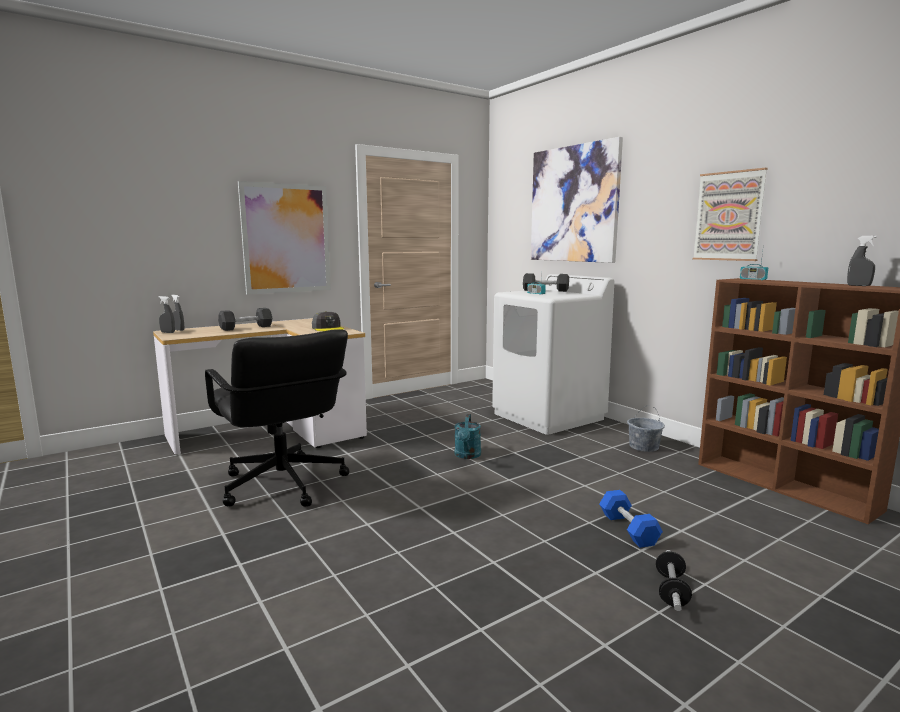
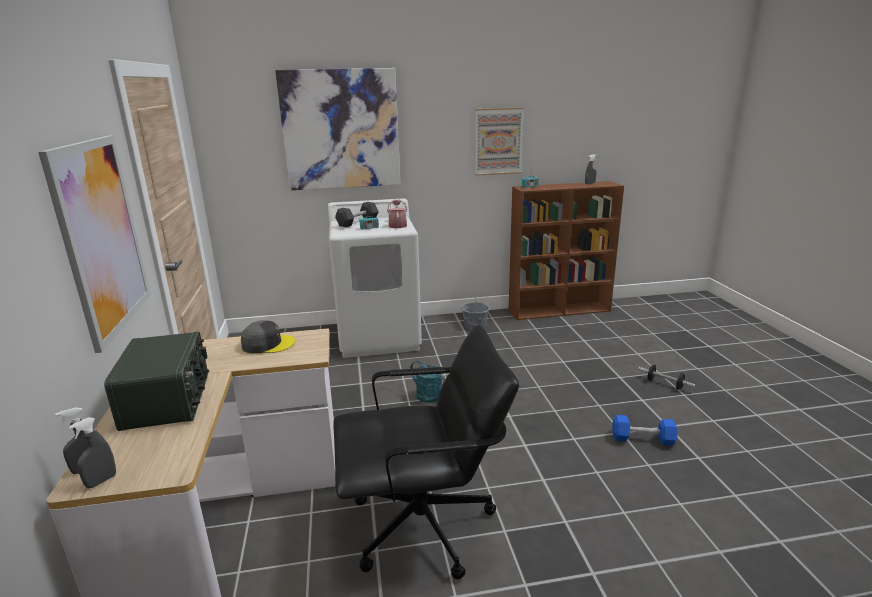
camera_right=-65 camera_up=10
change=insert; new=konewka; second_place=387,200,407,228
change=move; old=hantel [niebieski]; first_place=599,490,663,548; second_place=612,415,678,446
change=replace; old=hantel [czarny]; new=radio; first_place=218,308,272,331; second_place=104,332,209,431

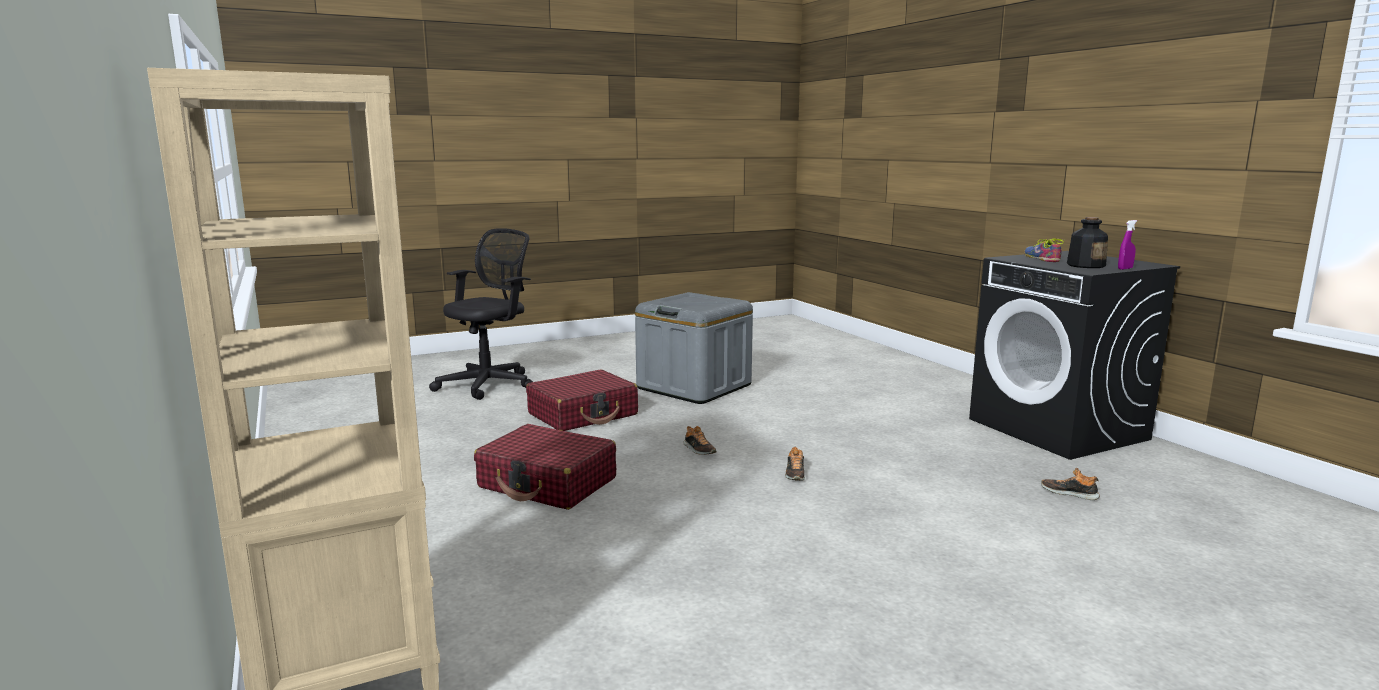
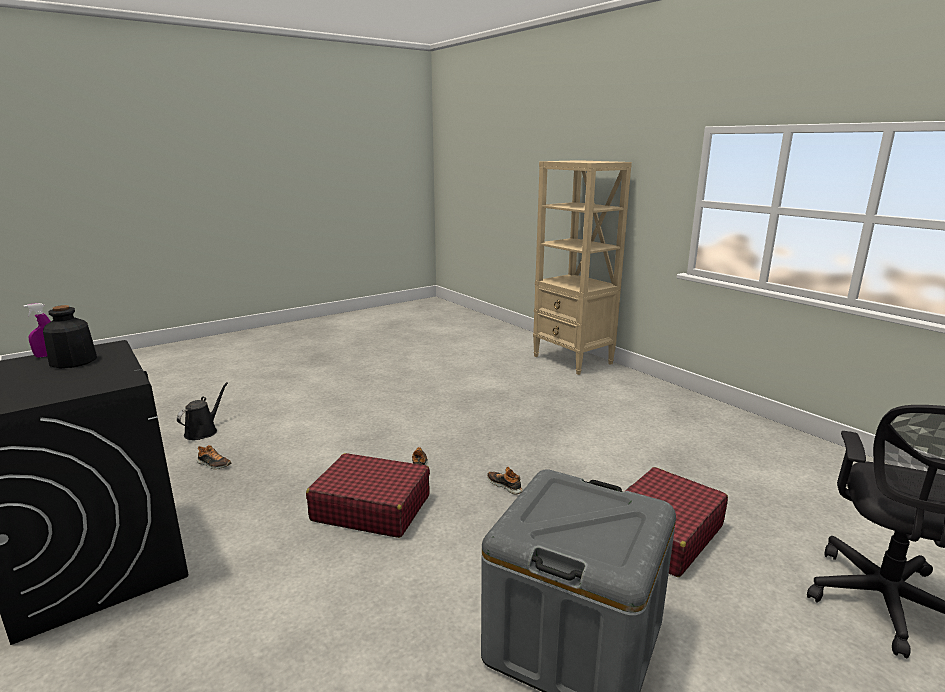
camera_right=170 camera_up=5
change=delete; old=but; first_place=1024,239,1064,262
change=insert; new=konewka [czarny]; second_place=177,382,228,440
change=move; old=walizka [czerwony]; first_place=474,424,616,510; second_place=306,453,430,538

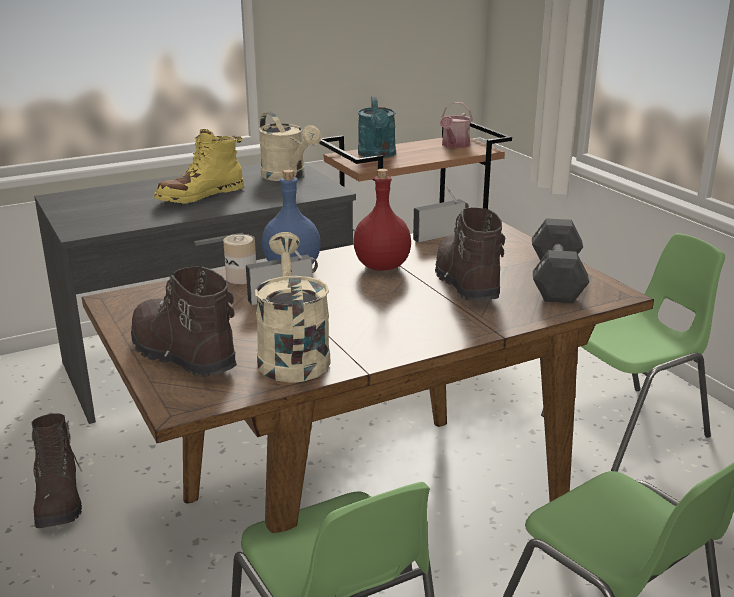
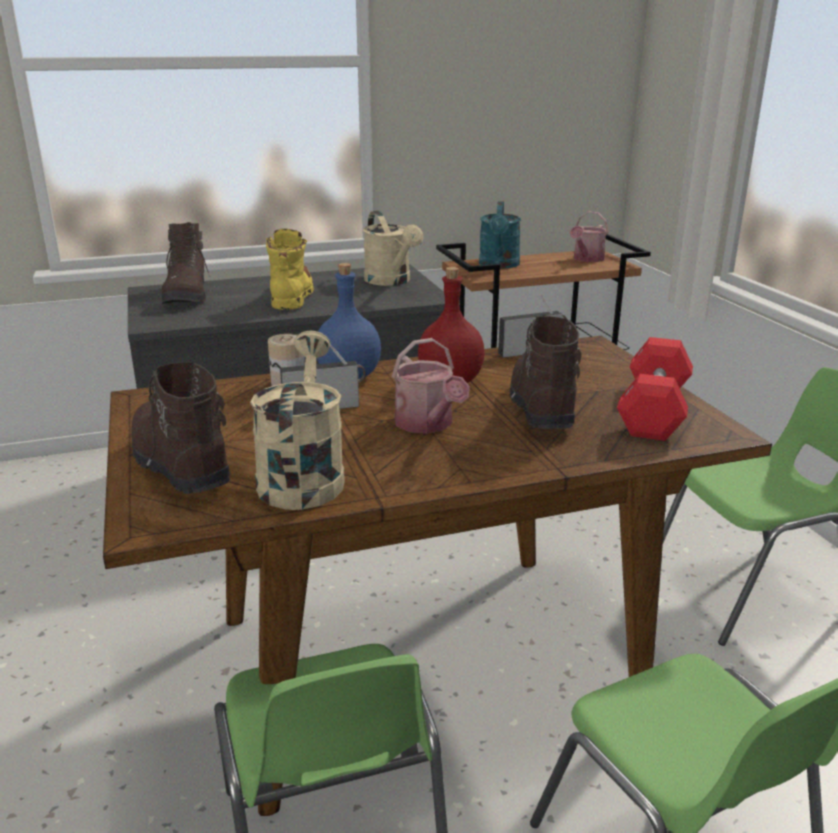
camera_right=10 camera_up=0
change=insert; new=konewka; second_place=392,338,470,434
change=move; old=but z cholewką [brązowy]; first_place=31,413,82,528; second_place=162,222,210,304
change=recolor; old=hantel [czarny]; new=hantel [czerwony]; first_place=532,218,589,303; second_place=617,337,693,441
change=rotate; old=but z cholewką [żółty]; first_place=154,129,244,204; second_place=266,229,314,310; degrees=120

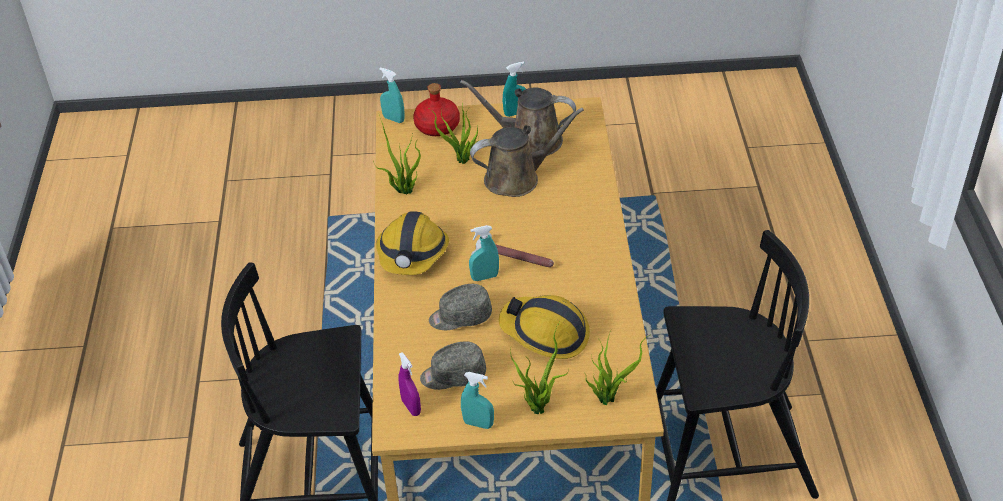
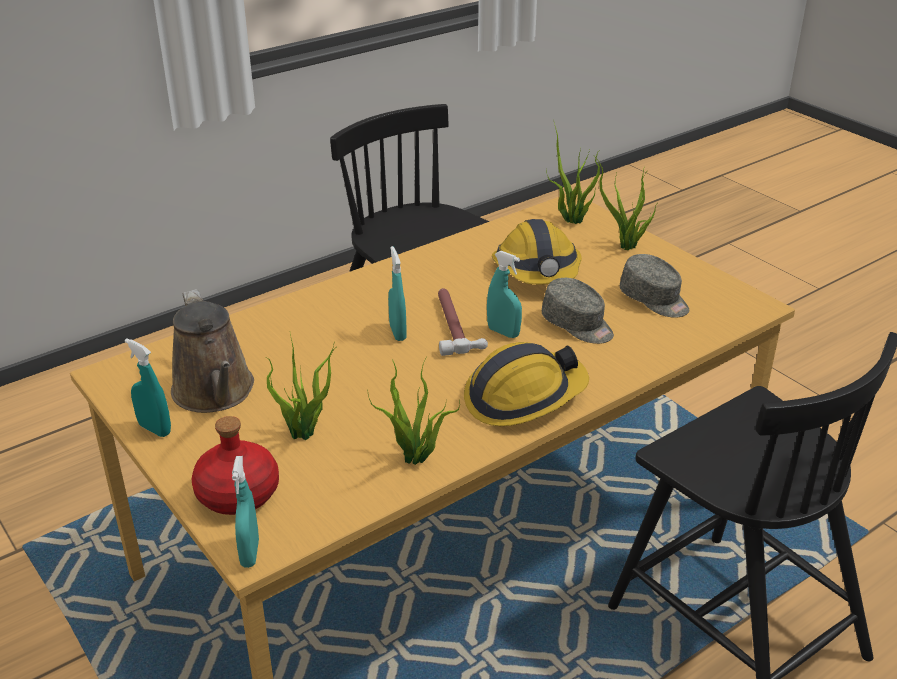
camera_right=-125 camera_up=-10
change=delete; old=spryskiwacz [fioletowy]; first_place=399,352,421,416
change=delete; old=konewka [brązowy]; first_place=470,108,584,197
change=move; old=spryskiwacz [turkusowy]; first_place=461,372,494,429; second_place=388,246,407,341

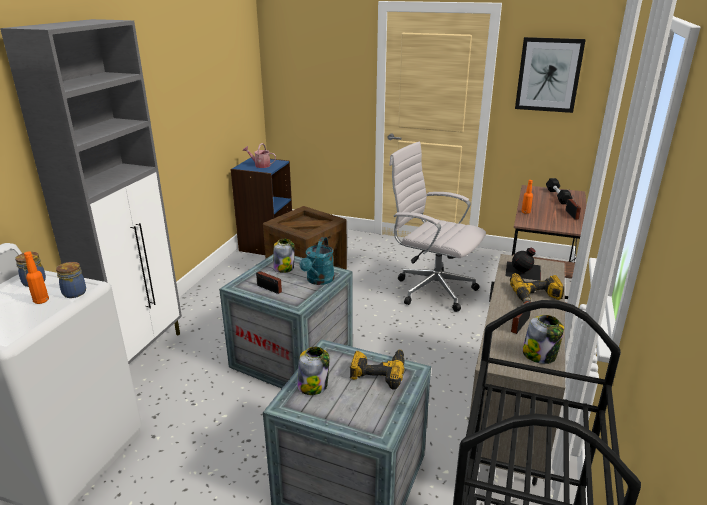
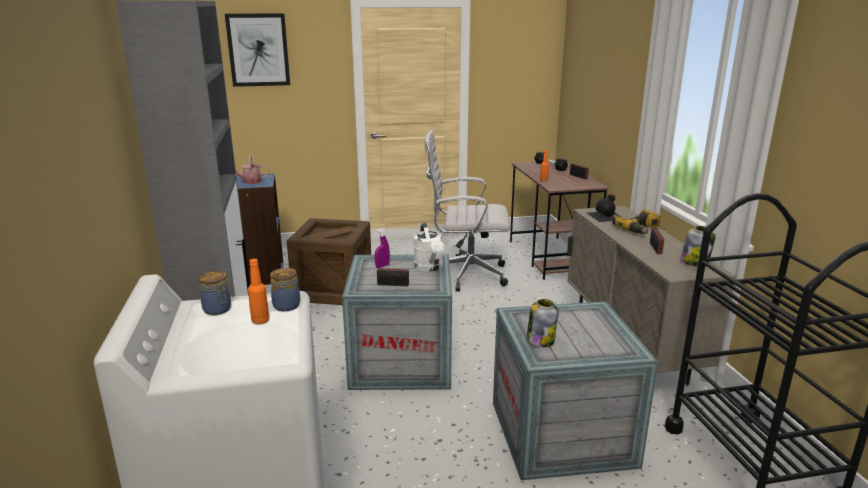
camera_right=-30 camera_up=-5
change=delete; old=wiertarka; first_place=350,349,405,390
change=move; old=obraz; first_place=515,37,586,113; second_place=225,13,290,87
change=replace; old=słoik; new=spryskiwacz [fioletowy]; first_place=273,239,295,273; second_place=375,228,390,268
change=recolor; old=konewka [turkusowy]; new=konewka [biały]; first_place=300,237,335,285; second_place=414,223,444,272

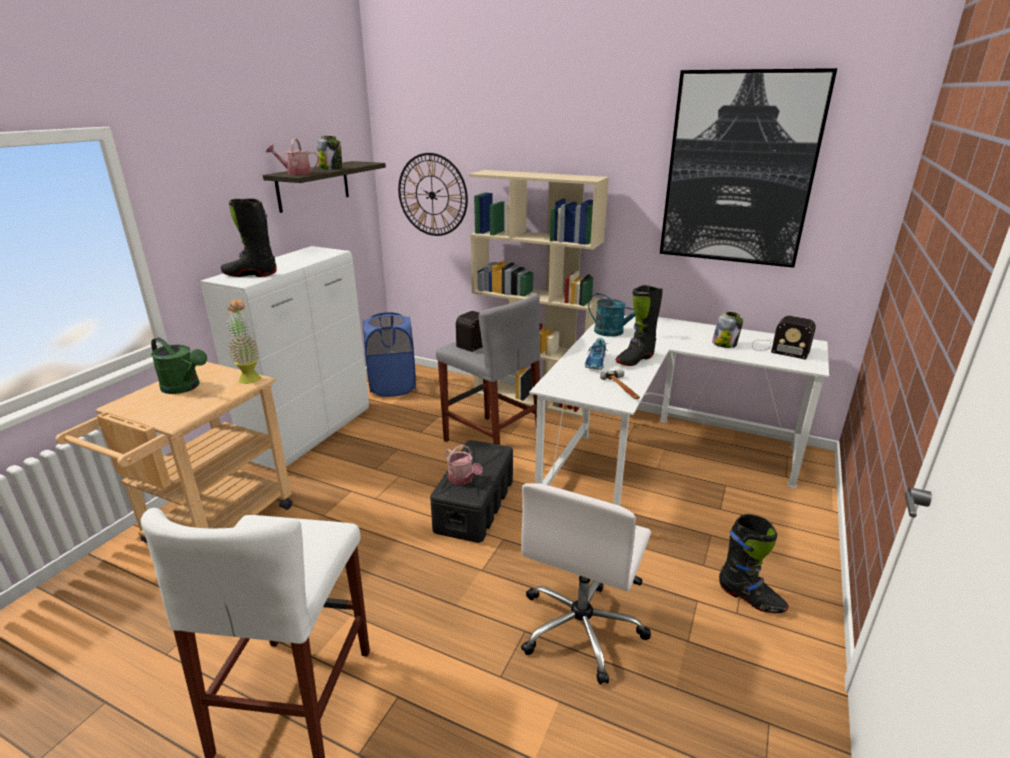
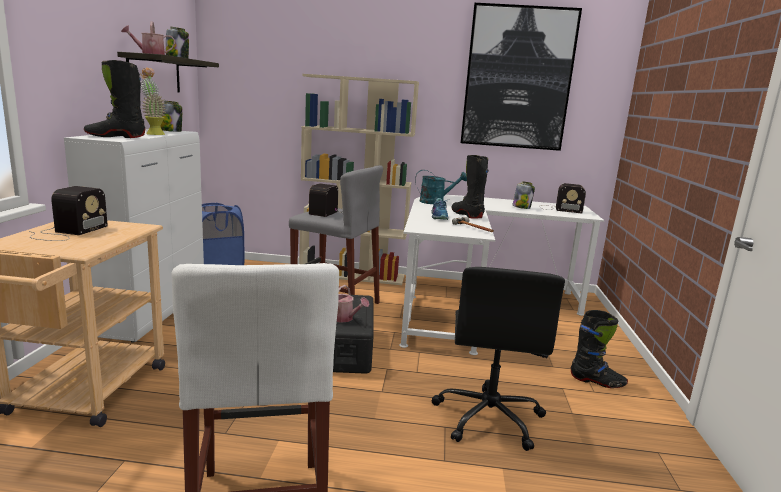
camera_right=-20 camera_up=-10
change=delete; old=zegar ścienny; first_place=398,153,468,236
change=insert; new=słoik; second_place=161,101,182,132
change=move; old=roślina doniczkowa; first_place=226,300,261,384; second_place=140,68,166,135
change=replace; old=konewka [zielony]; new=radio; first_place=151,337,207,394; second_place=29,186,108,241
change=recolor; old=krzesło biurowe [biały]; new=krzesło biurowe [czarny]; first_place=521,483,651,685; second_place=431,267,565,451
change=rotate; old=but z cholewką [czarny]; first_place=616,285,663,366; second_place=451,155,489,219; degrees=120

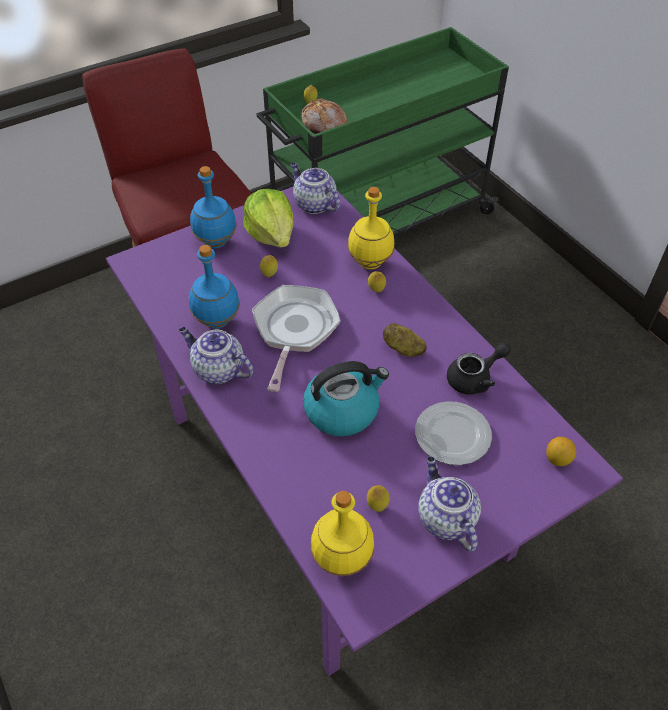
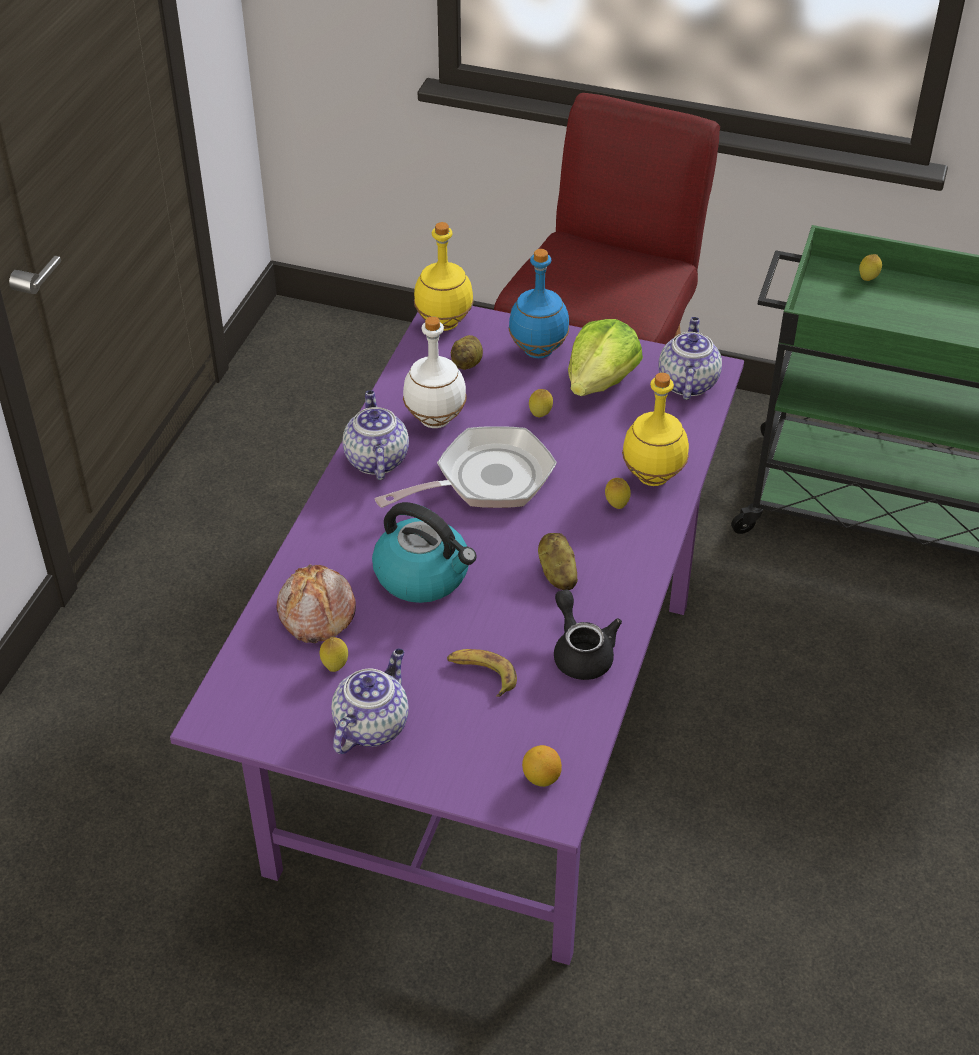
camera_right=50 camera_up=-5
change=insert; new=ziemniak; second_place=451,335,483,370
change=move; old=chleb; first_place=301,98,347,134; second_place=277,564,356,644
change=move; old=butelka [żółty]; first_place=311,491,374,576; second_place=414,222,474,331
change=replace; old=talerz; new=banan; first_place=415,401,492,465; second_place=447,649,517,697
change=recolor; old=butelka [niebieski]; new=butelka [biały]; first_place=189,245,240,329; second_place=403,316,467,428
change=rotate; old=imbryk [czarny]; first_place=447,343,511,395; second_place=554,590,622,680; degrees=-135

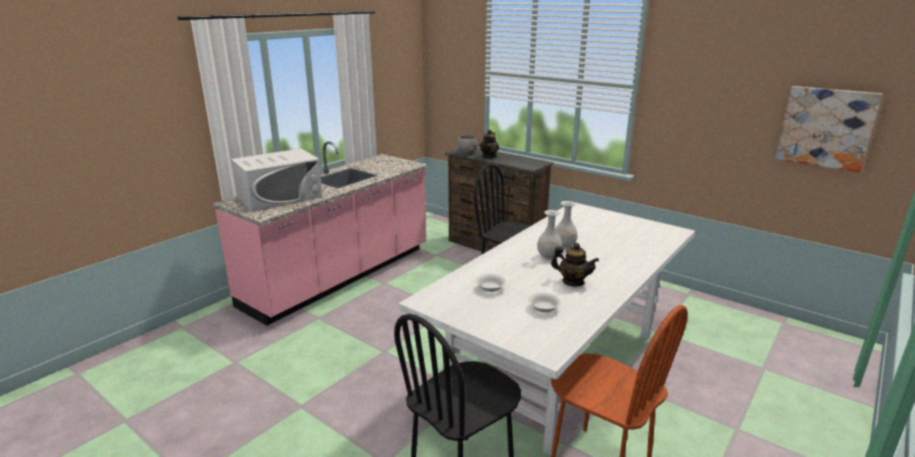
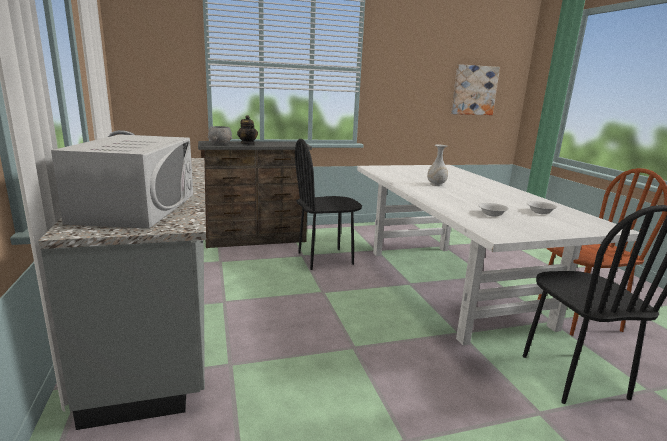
camera_right=-55 camera_up=-5
change=delete; old=wazon [biały]; first_place=537,210,562,260
change=delete; old=imbryk; first_place=551,243,599,287
change=recolor; old=zabudowa kuchenna [różowy]; new=zabudowa kuchenna [szary]; first_place=213,141,429,326; second_place=38,130,206,430

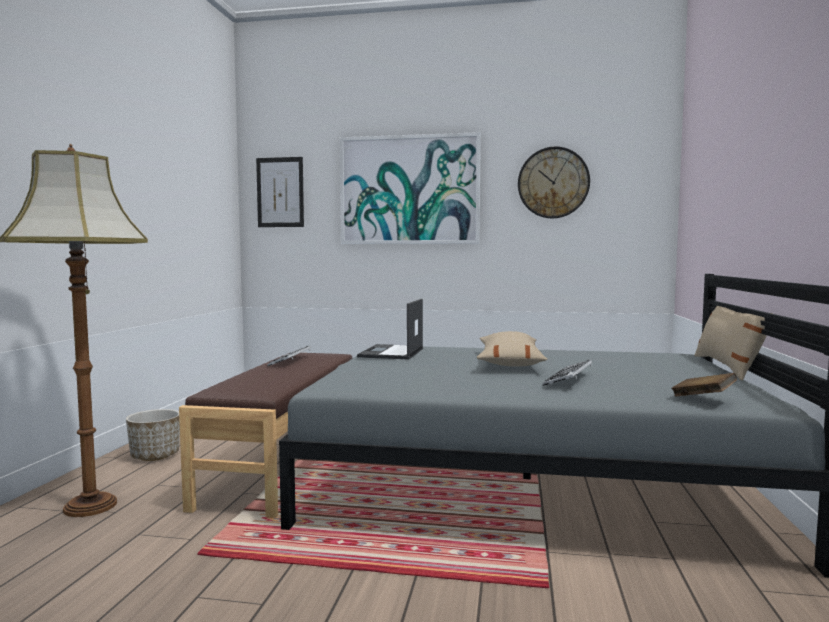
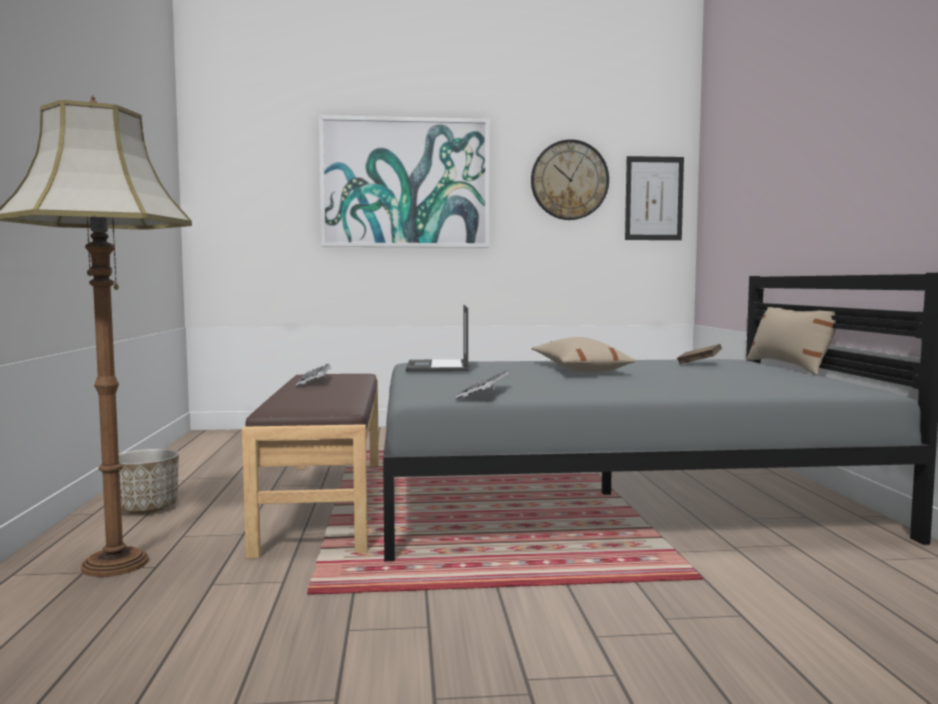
camera_right=-15 camera_up=0
change=move; old=obraz; first_place=256,157,304,227; second_place=625,156,684,240
change=move; old=klawiatura; first_place=543,360,592,386; second_place=456,371,510,400
change=move; old=książka [brązowy]; first_place=671,373,737,397; second_place=677,344,722,364

